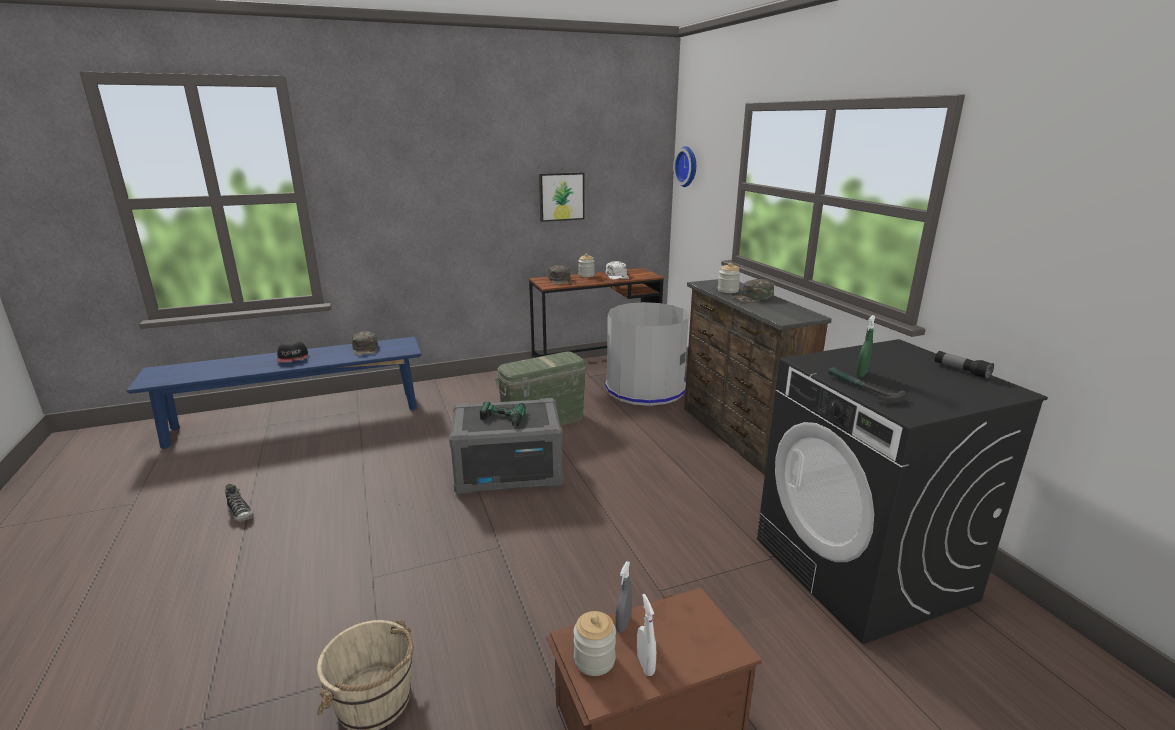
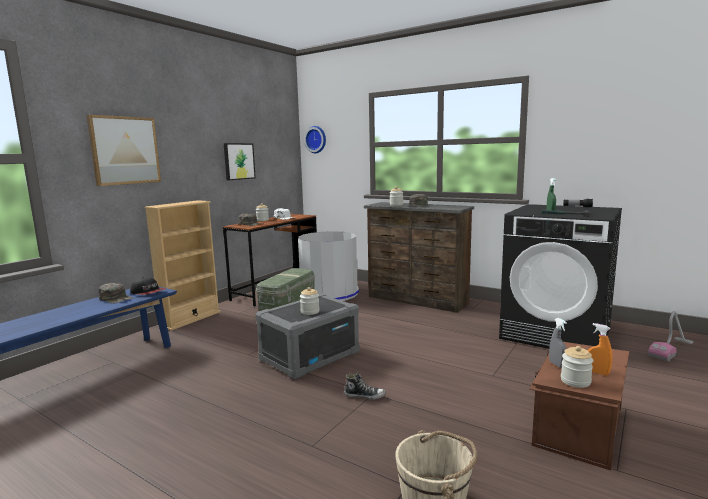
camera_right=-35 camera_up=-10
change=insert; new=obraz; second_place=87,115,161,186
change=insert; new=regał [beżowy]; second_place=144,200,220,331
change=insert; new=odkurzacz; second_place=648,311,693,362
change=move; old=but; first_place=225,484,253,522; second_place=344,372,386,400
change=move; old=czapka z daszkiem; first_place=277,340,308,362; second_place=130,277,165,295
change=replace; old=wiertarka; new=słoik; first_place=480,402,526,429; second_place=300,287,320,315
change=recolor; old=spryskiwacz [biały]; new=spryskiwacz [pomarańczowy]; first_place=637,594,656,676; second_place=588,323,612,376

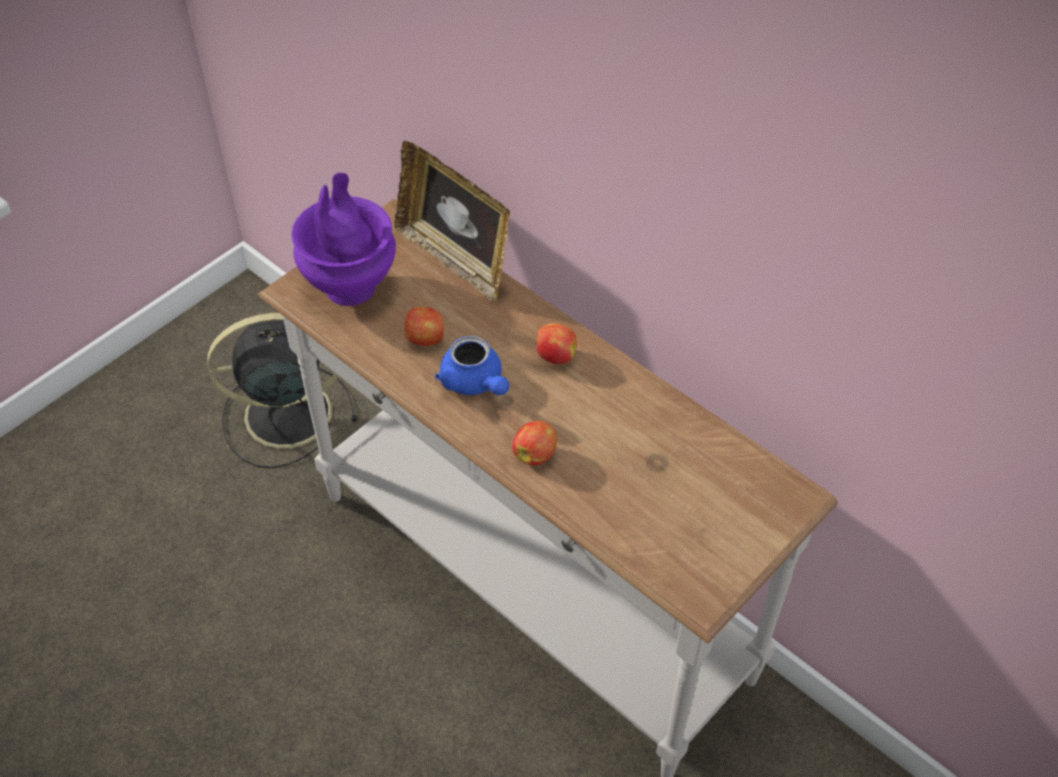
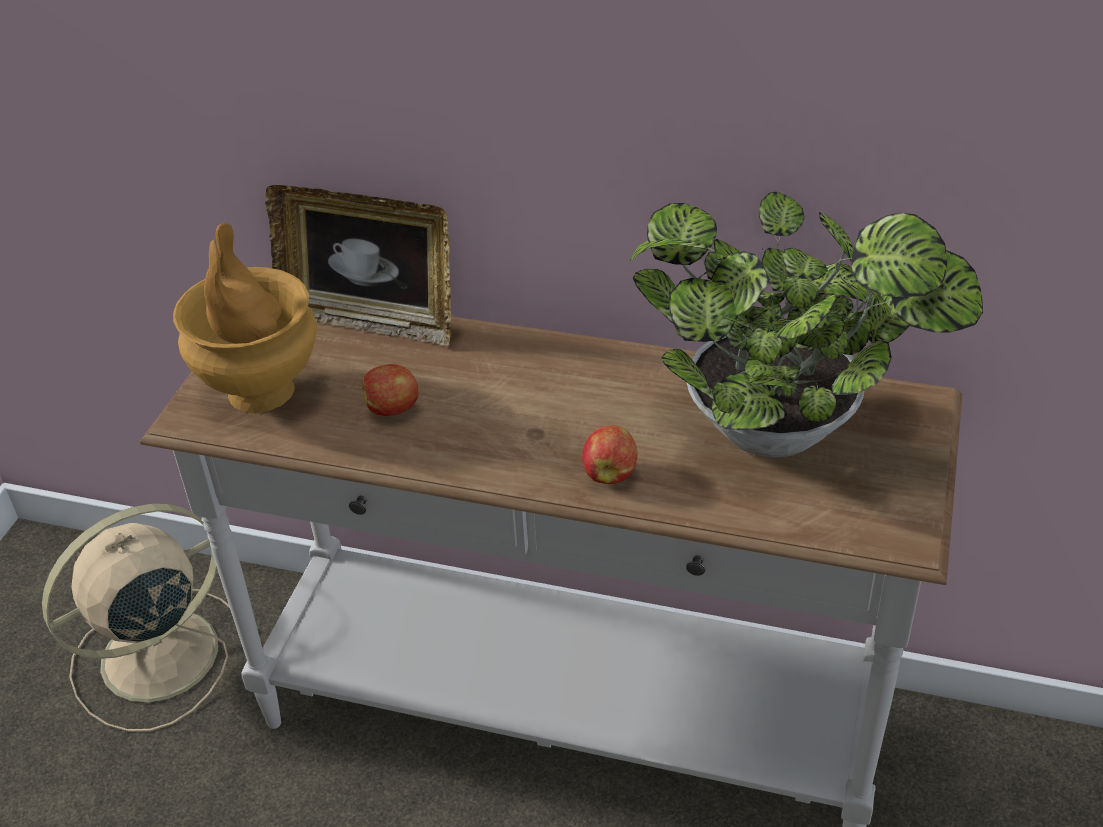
camera_right=-25 camera_up=-10
change=delete; old=imbryk [niebieski]; first_place=435,336,509,395
change=delete; old=jabłko; first_place=537,323,577,364
change=insert; new=roślina doniczkowa; second_place=630,192,983,458
change=recolor; old=wentylator [czarny]; new=wentylator [beżowy]; first_place=207,313,357,468; second_place=42,504,230,732
change=recolor; old=wazon [fioletowy]; new=wazon [brązowy]; first_place=291,173,396,306; second_place=173,223,317,413

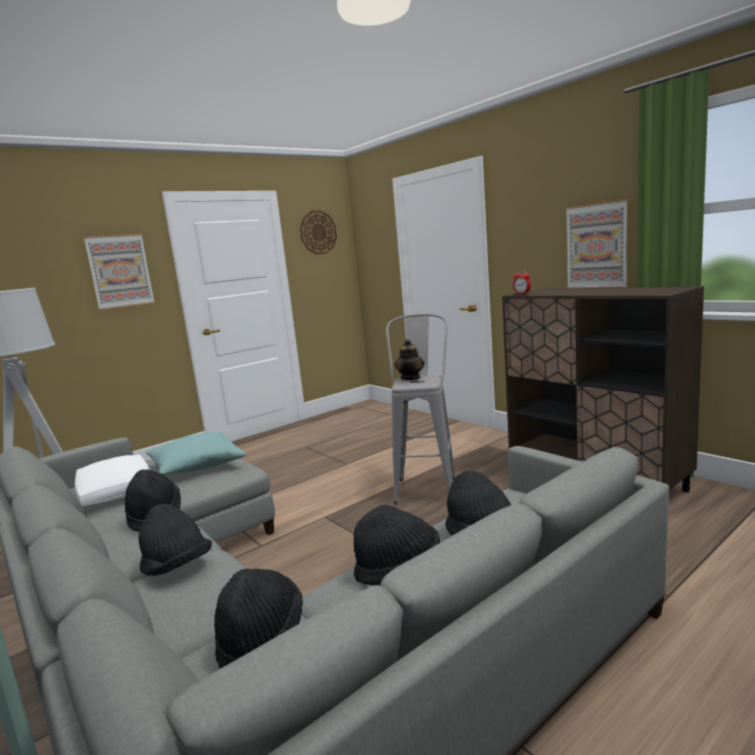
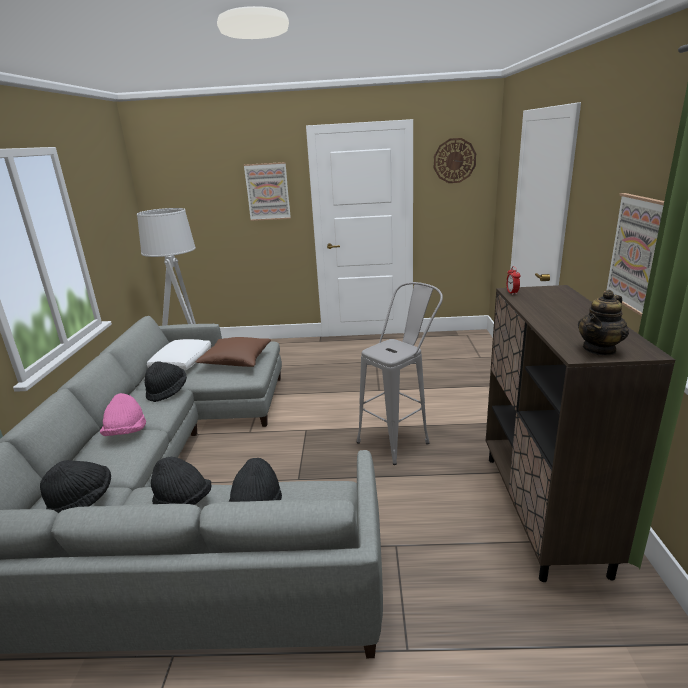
camera_right=40 camera_up=10
change=move; old=imbryk; first_place=394,339,424,380; second_place=578,290,629,356
change=recolor; old=kapelusz [czarny]; new=kapelusz [różowy]; first_place=139,504,212,576; second_place=100,393,146,436
change=recolor; old=poduszka [turkusowy]; new=poduszka [brązowy]; first_place=146,432,246,474; second_place=196,337,271,367

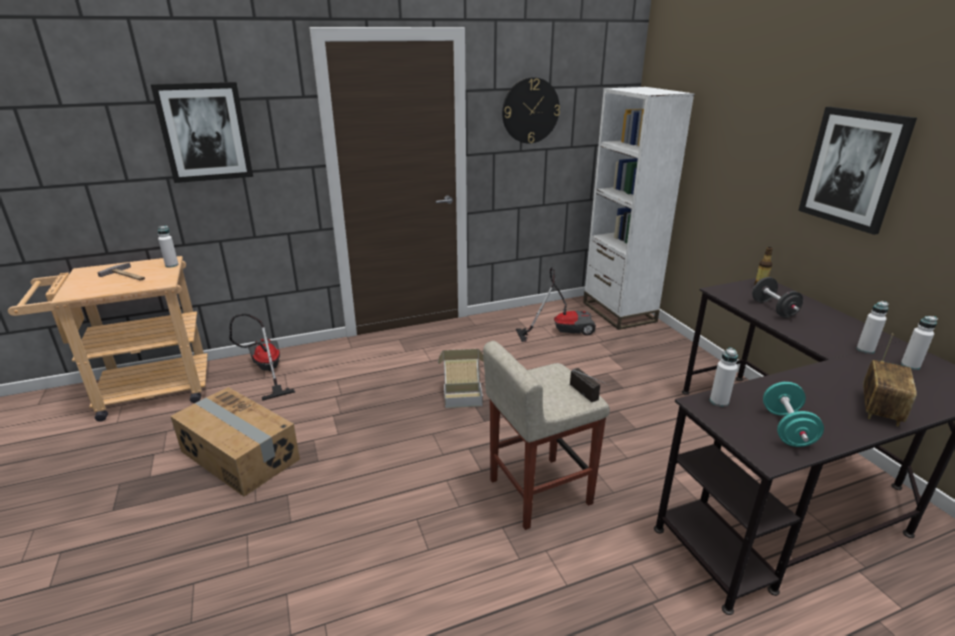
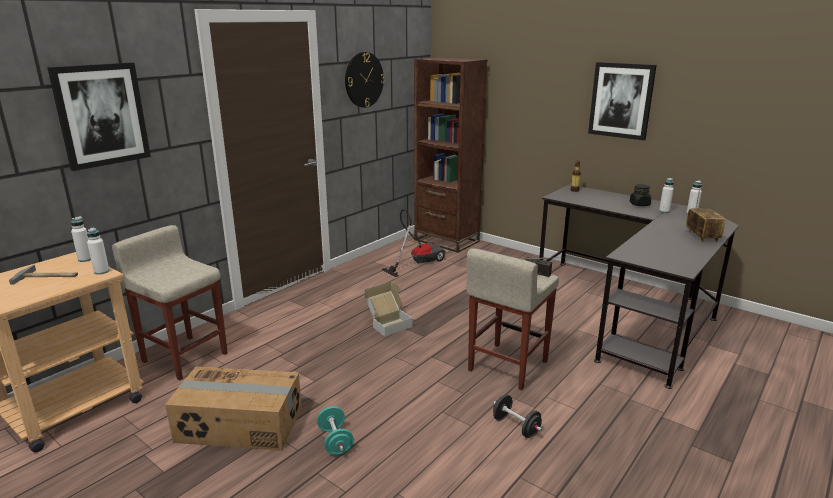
camera_right=-30 camera_up=-5
change=insert; new=słoik [czarny]; second_place=630,184,651,206
change=move; old=butelka [biały]; first_place=710,348,738,407; second_place=87,227,109,275
change=move; old=hantel [czarny]; first_place=752,277,803,318; second_place=493,394,542,438
change=move; old=hantel [turkusowy]; first_place=763,382,824,447; second_place=317,406,354,455
change=replace; old=odkurzacz; new=stołek [beżowy]; first_place=229,313,295,401; second_place=112,225,228,381
change=recolor; old=regał [biały]; new=regał [brązowy]; first_place=583,87,695,330; second_place=414,57,487,253

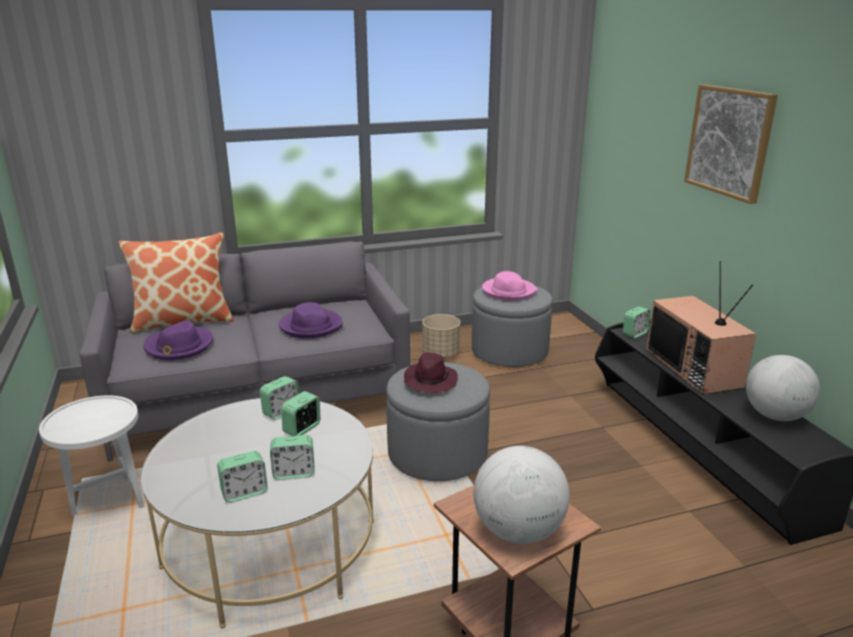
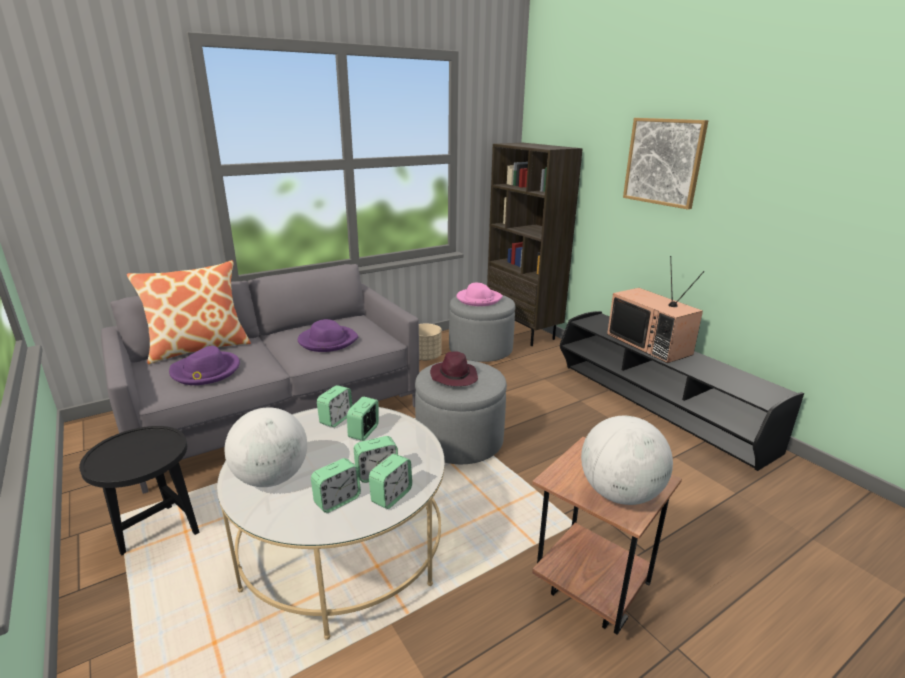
camera_right=-15 camera_up=0
change=insert; new=regał [brązowy]; second_place=487,143,583,346
change=move; old=budzik; first_place=623,306,651,338; second_place=369,454,412,509
change=move; old=globus; first_place=746,355,820,421; second_place=224,407,307,487
change=recolor; old=stolik [biały]; new=stolik [czarny]; first_place=39,395,145,516; second_place=79,426,199,555

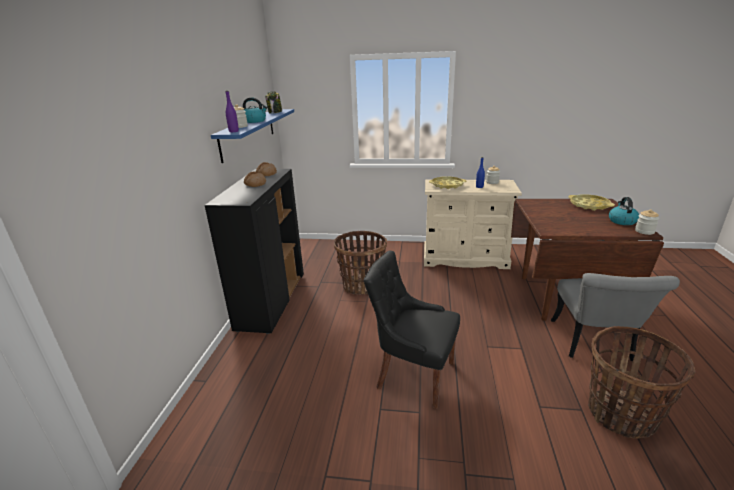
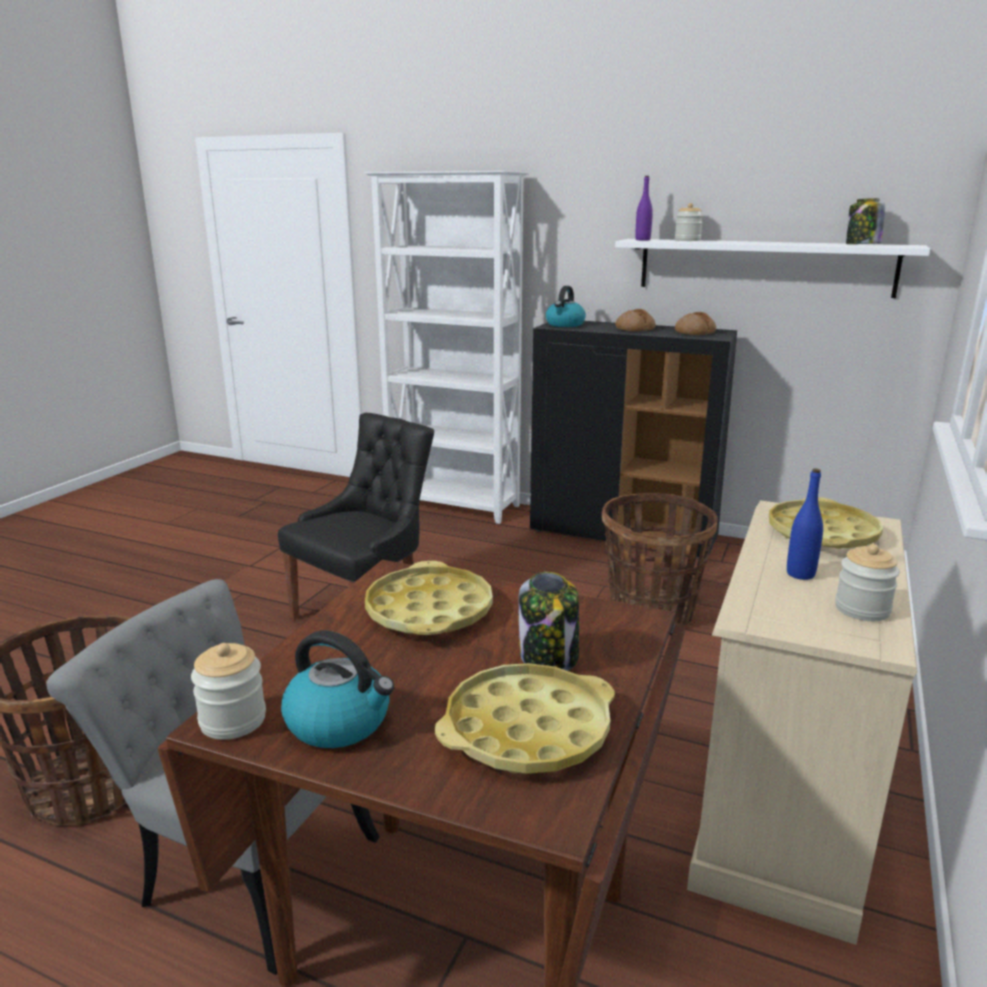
camera_right=105 camera_up=-5
change=insert; new=regał [biały]; second_place=365,171,528,524
change=insert; new=taca [żółty]; second_place=365,561,493,635
change=insert; new=słoik; second_place=518,572,579,671
change=move; old=czajnik; first_place=243,97,268,123; second_place=546,286,586,327
change=recolor; old=półka [niebieski]; new=półka [biały]; first_place=211,109,294,163; second_place=615,239,930,298

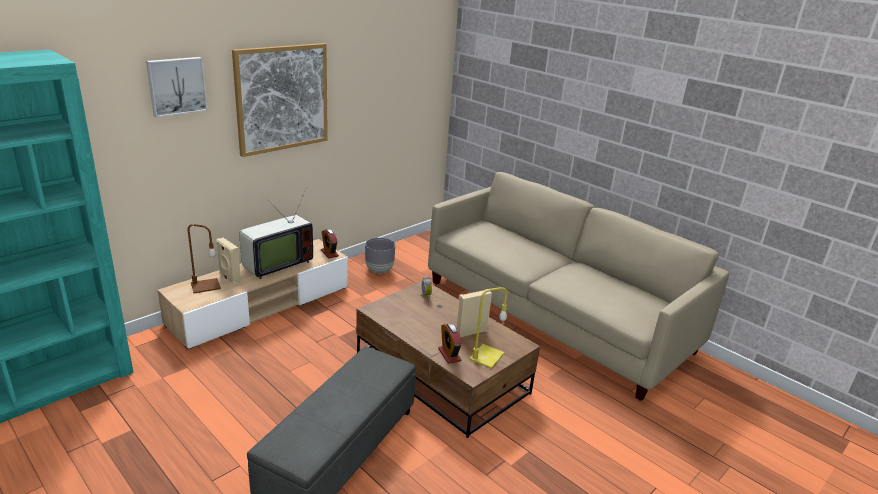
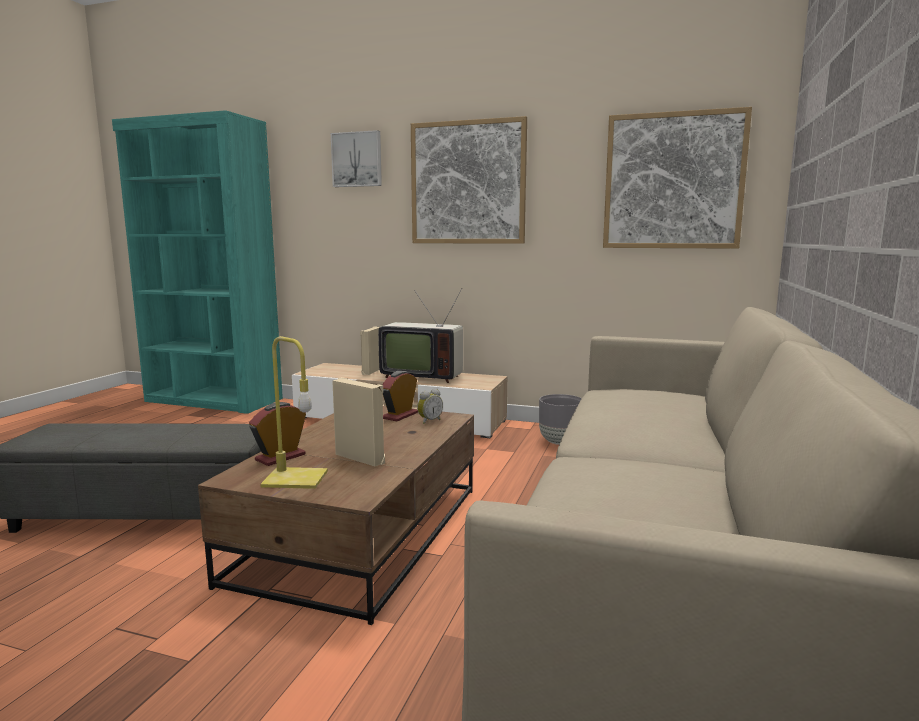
camera_right=65 camera_up=-15
change=delete; old=lampa stołowa [brązowy]; first_place=188,224,221,294
change=insert; new=obraz; second_place=603,107,752,249
change=move; old=budzik; first_place=321,229,339,258; second_place=382,371,418,421

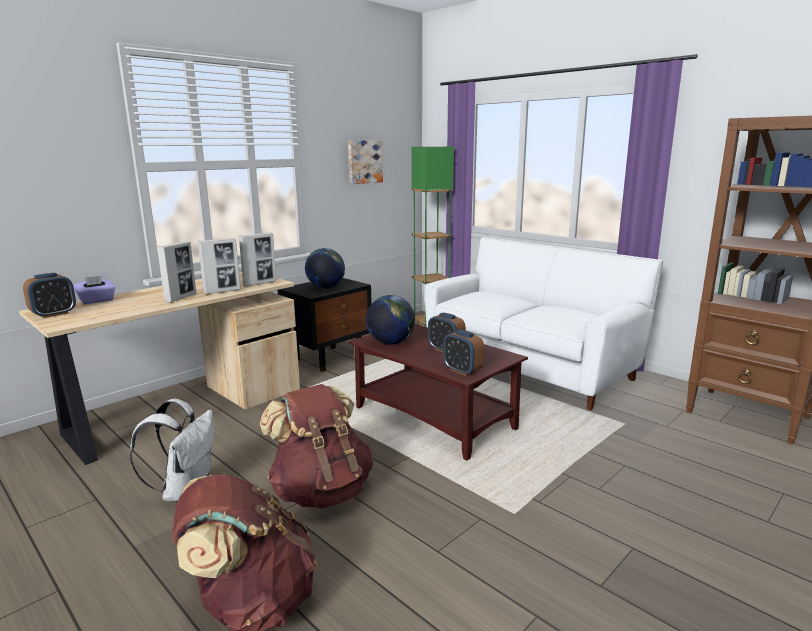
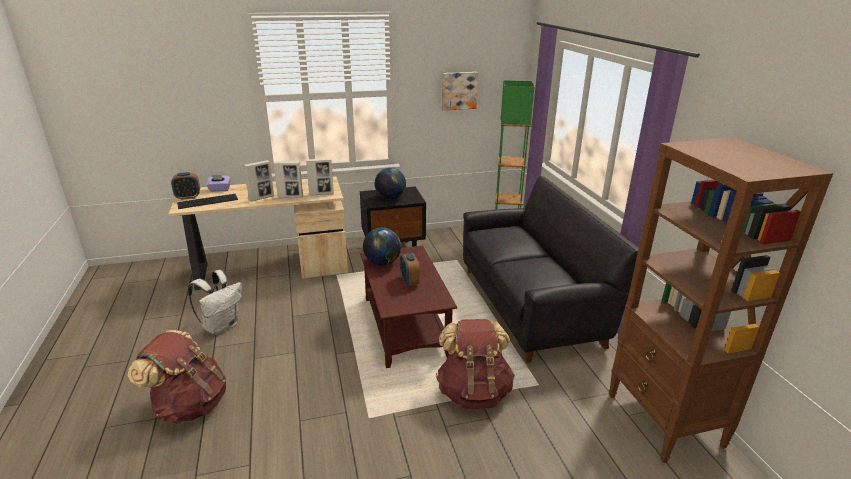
camera_right=30 camera_up=10
change=delete; old=budzik; first_place=443,330,484,376
change=insert; new=klawiatura; second_place=177,194,238,209
change=move; old=plecak [brązowy]; first_place=259,384,373,509; second_place=436,319,515,409
change=recolor; old=kanapa [biały]; new=kanapa [czarny]; first_place=424,237,663,411; second_place=463,176,639,363

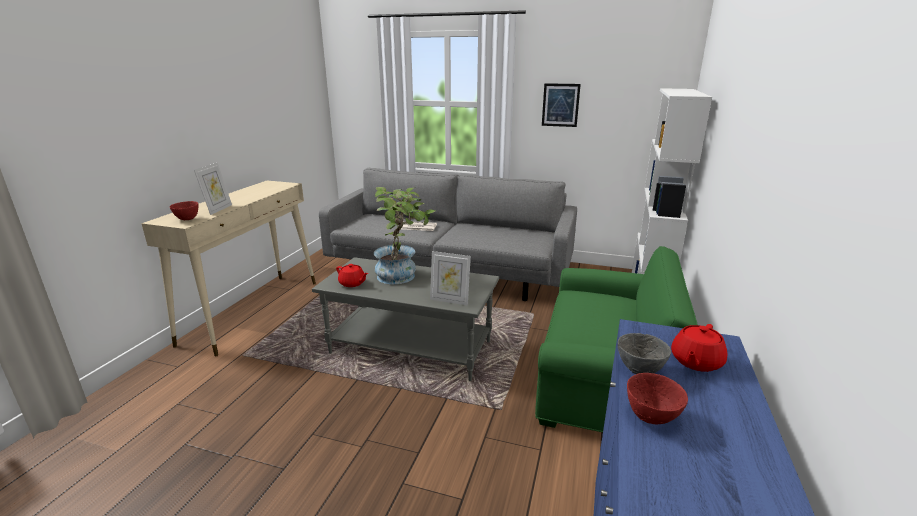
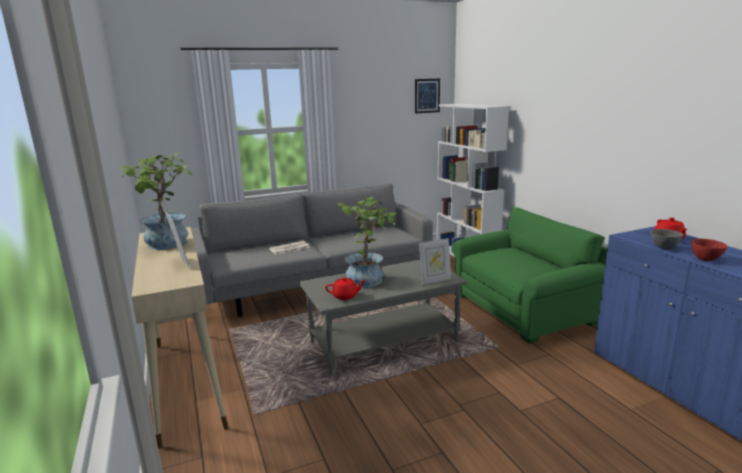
camera_right=-40 camera_up=-5
change=delete; old=miska [czerwony]; first_place=170,201,199,220
change=insert; new=roślina doniczkowa; second_place=120,153,192,250
change=move; old=obraz; first_place=542,83,581,127; second_place=415,79,440,113

